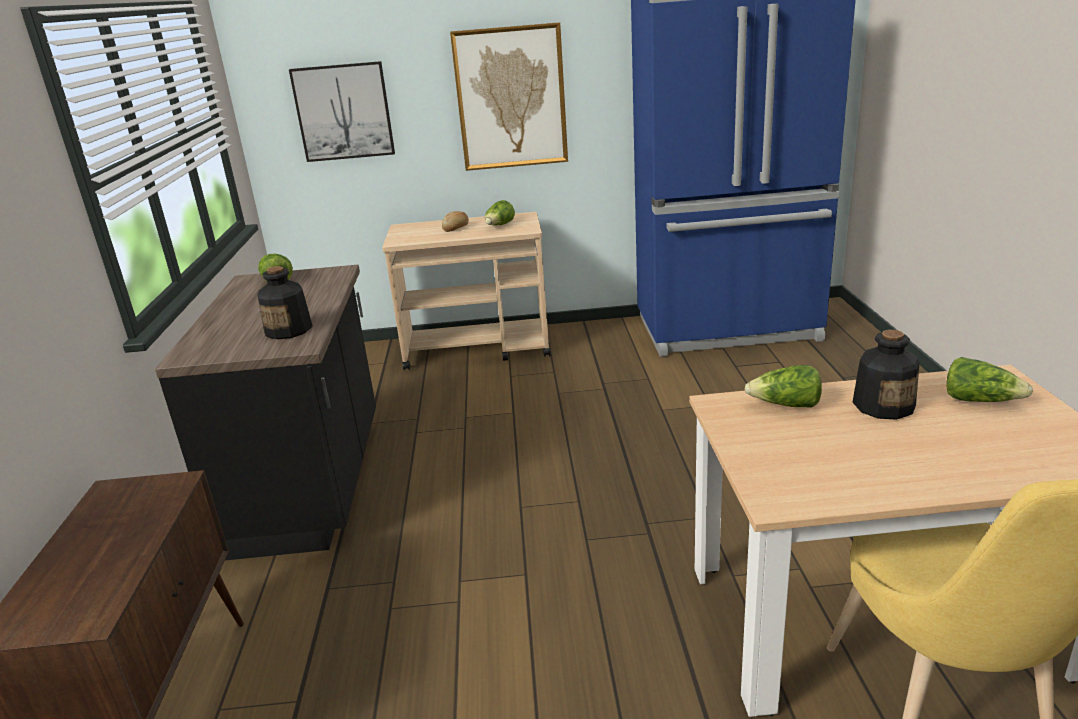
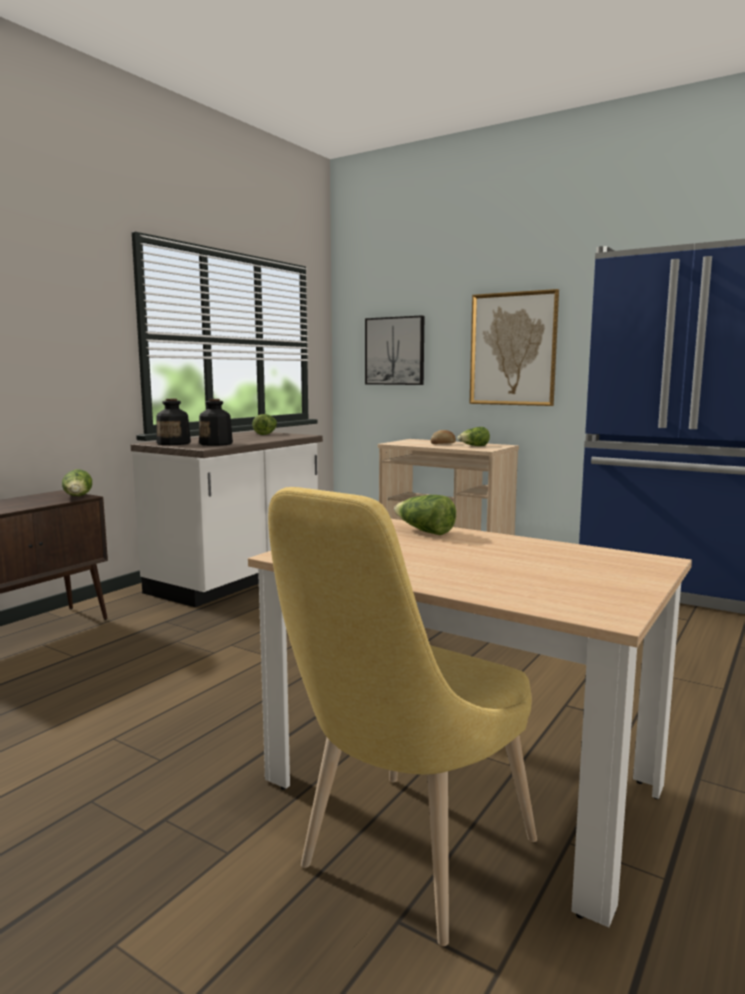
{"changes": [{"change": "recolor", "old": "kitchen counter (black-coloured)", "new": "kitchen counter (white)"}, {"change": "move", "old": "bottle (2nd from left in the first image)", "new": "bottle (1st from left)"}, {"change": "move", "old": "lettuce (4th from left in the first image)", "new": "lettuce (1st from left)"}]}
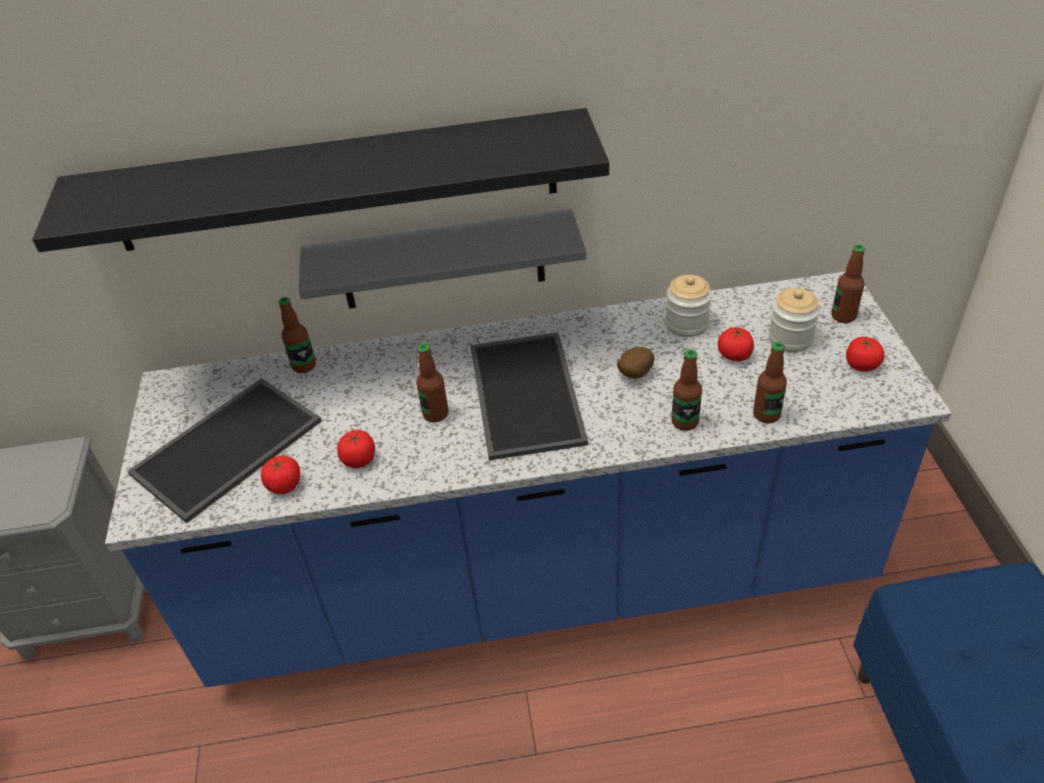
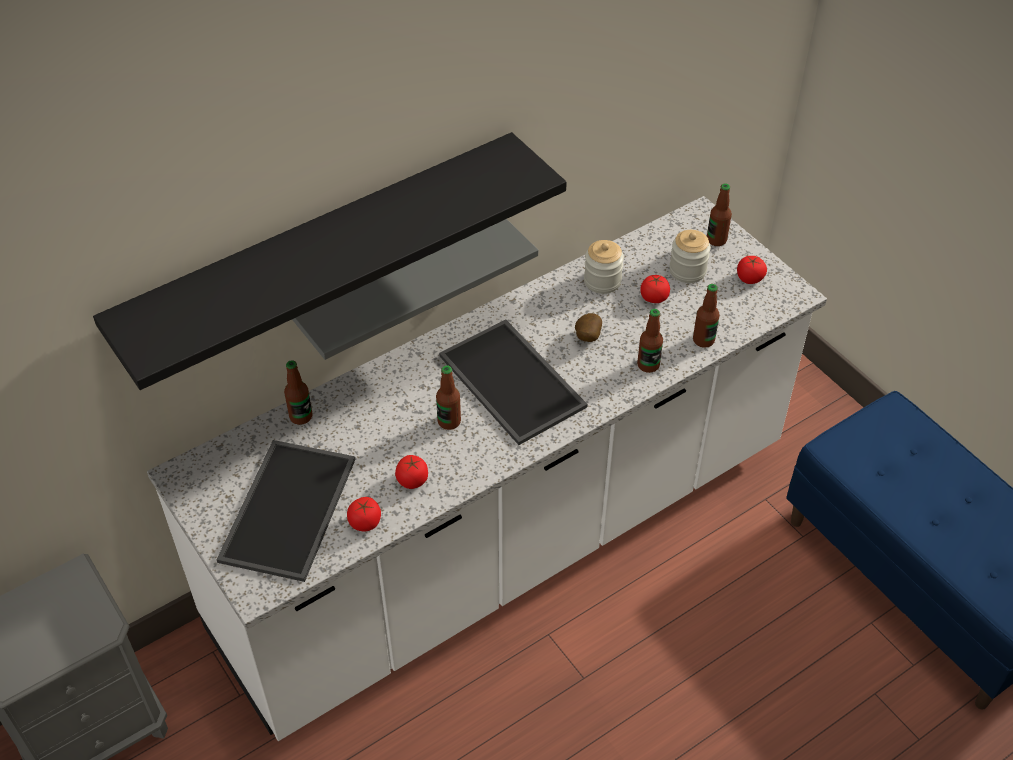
{"changes": [{"change": "recolor", "old": "kitchen counter (blue)", "new": "kitchen counter (white)"}]}
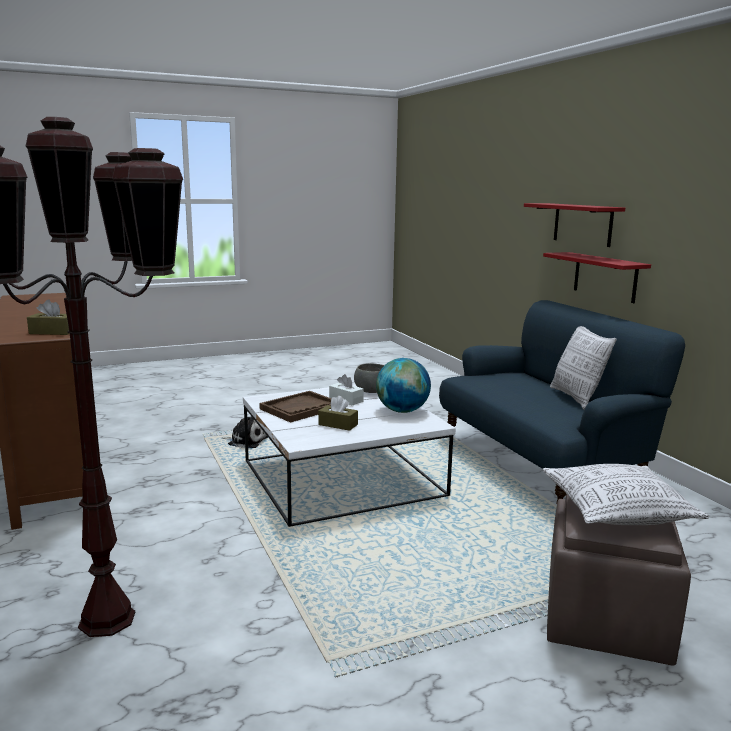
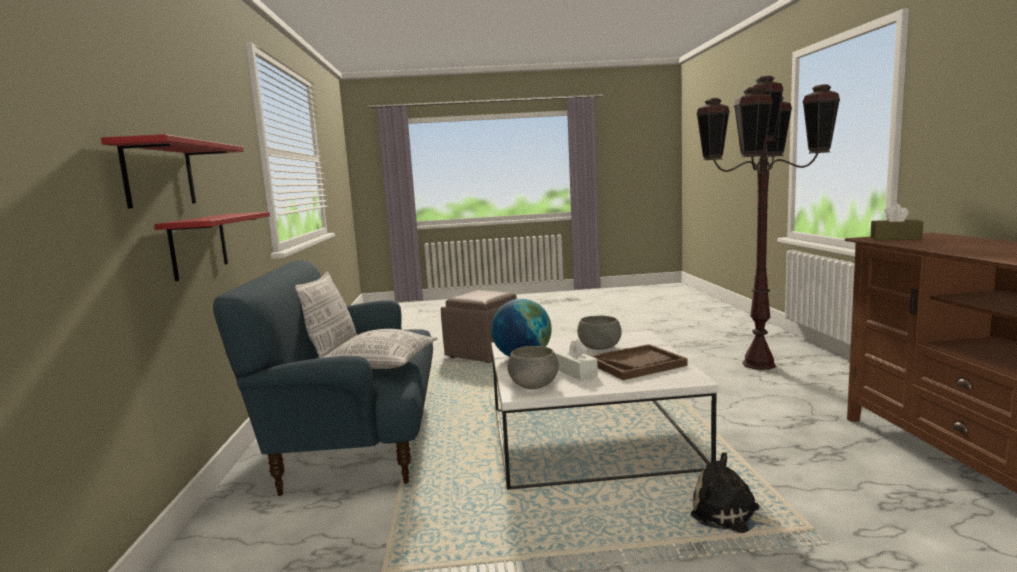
{"changes": [{"change": "replace", "old": "tissue holder (brown-coloured) (2nd from left)", "new": "deep dish (gray) (2nd from left)"}, {"change": "move", "old": "cushion (2nd from left)"}]}
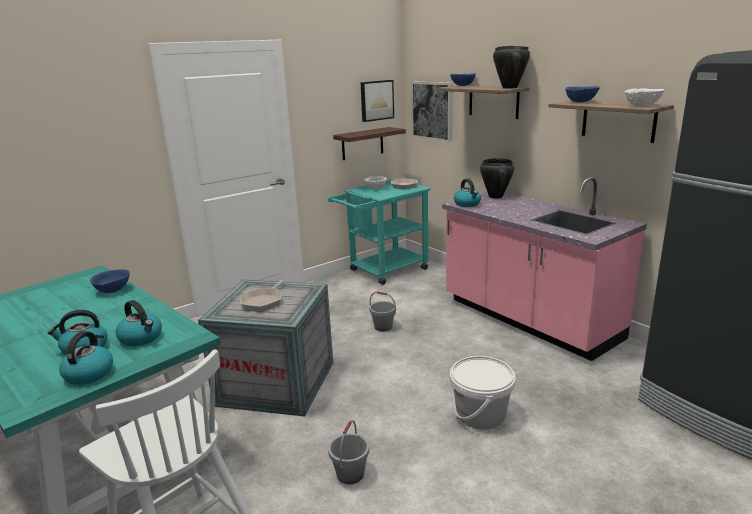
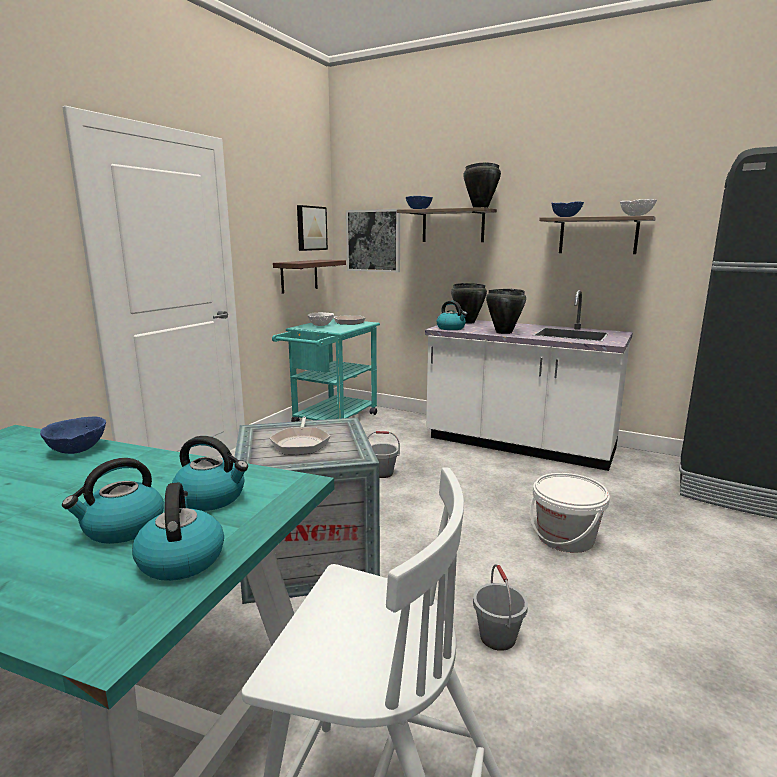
{"changes": [{"change": "recolor", "old": "kitchen counter (pink)", "new": "kitchen counter (white)"}, {"change": "insert", "new": "saucepot (black-coloured) (3rd from left)"}]}
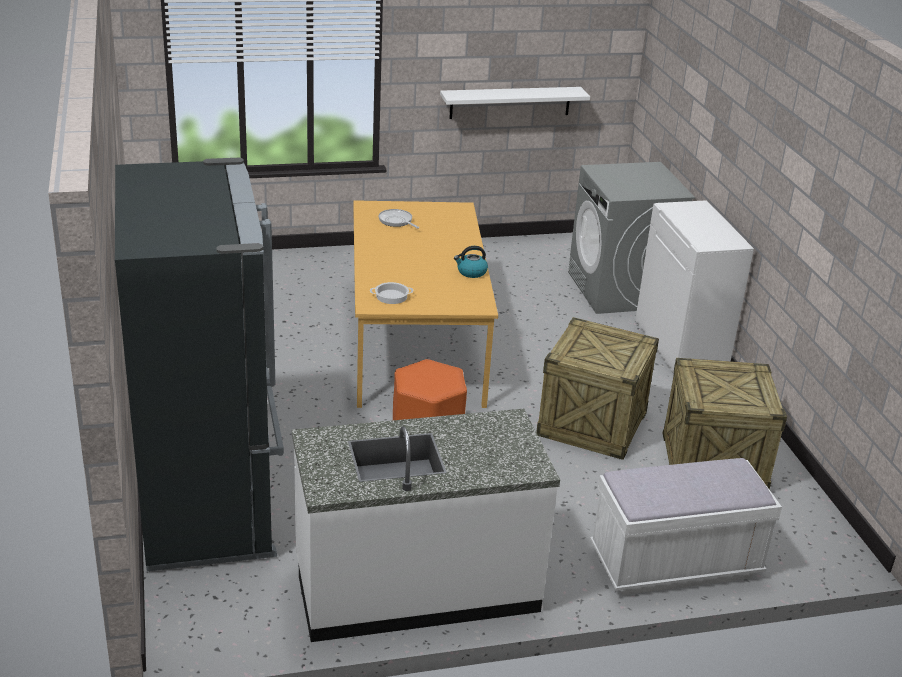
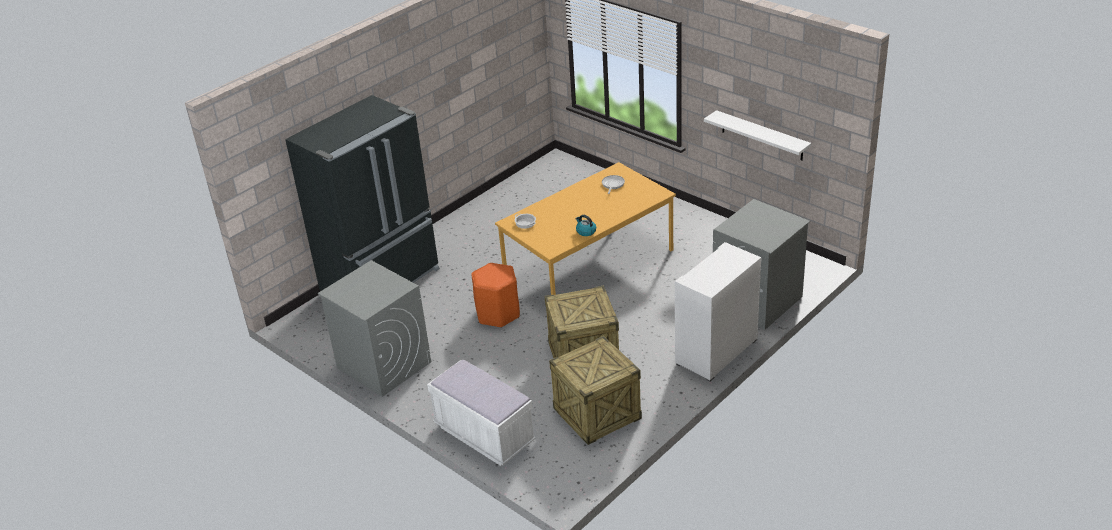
{"changes": [{"change": "replace", "old": "kitchen counter (white)", "new": "laundry appliance (gray) (1st from left)"}]}
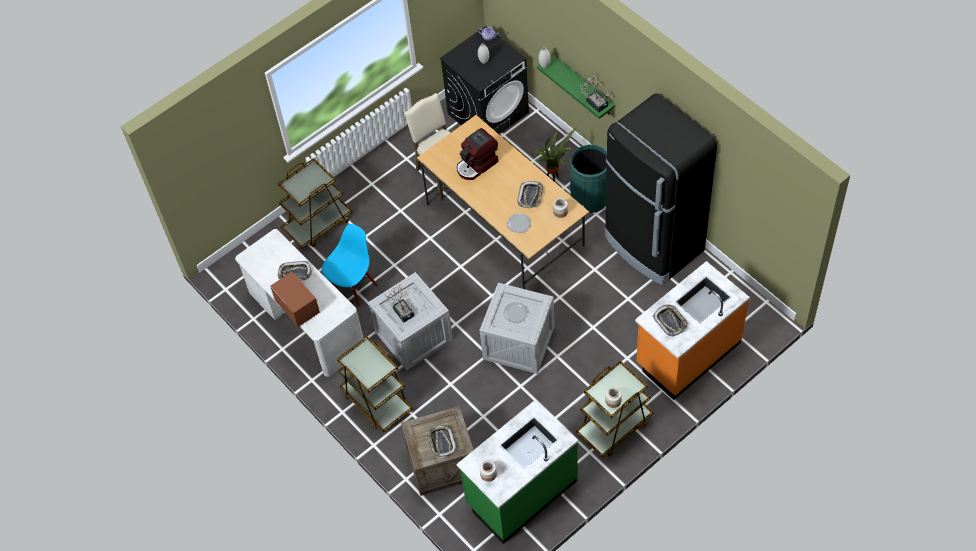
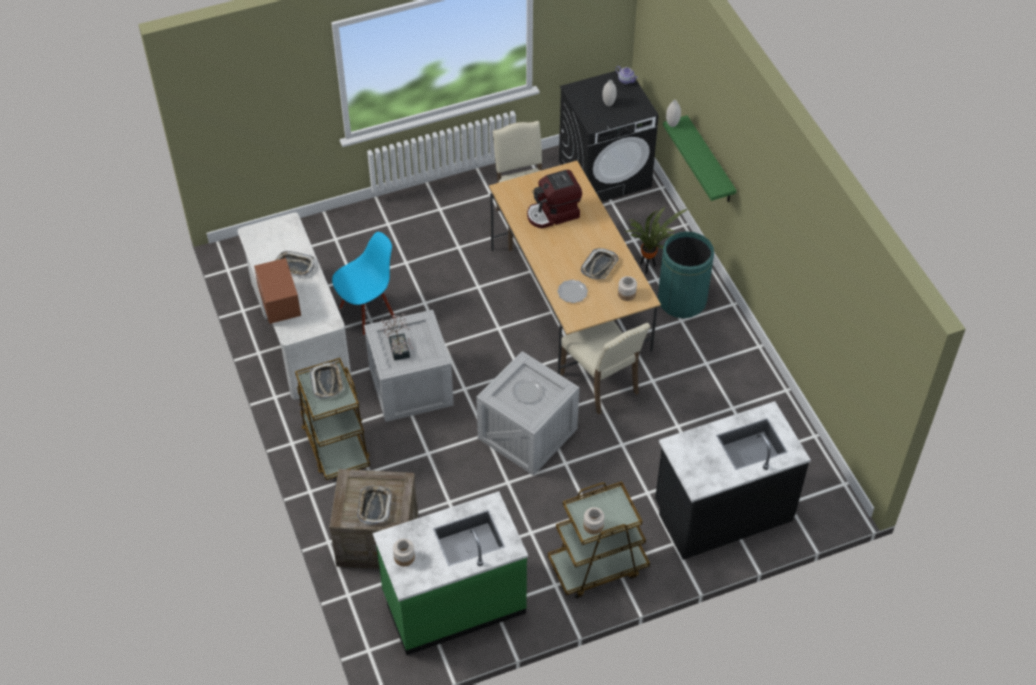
{"changes": [{"change": "delete", "old": "trolley (brown-coloured) (1st from left)"}, {"change": "delete", "old": "houseplant (3rd from left)"}, {"change": "delete", "old": "fridge (black-coloured)"}, {"change": "recolor", "old": "kitchen counter (orange-coloured)", "new": "kitchen counter (black-coloured)"}, {"change": "move", "old": "tray (4th from left in the first image)", "new": "tray (2nd from left)"}, {"change": "insert", "new": "plain chair (beige) (2nd from left)"}]}
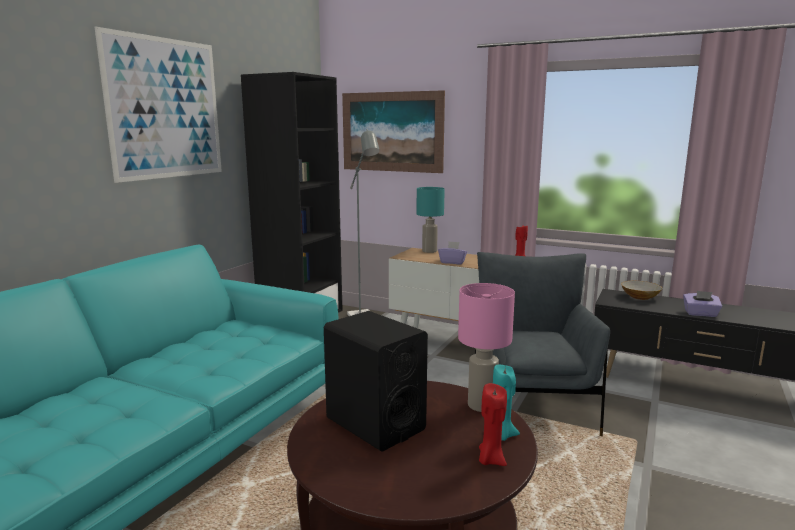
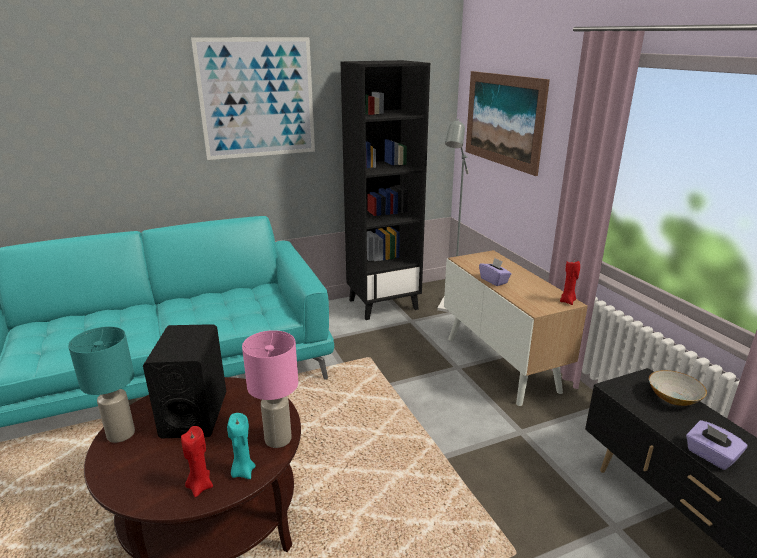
{"changes": [{"change": "move", "old": "tabletop lamp (blue-green)"}, {"change": "delete", "old": "easy chair (gray)"}]}
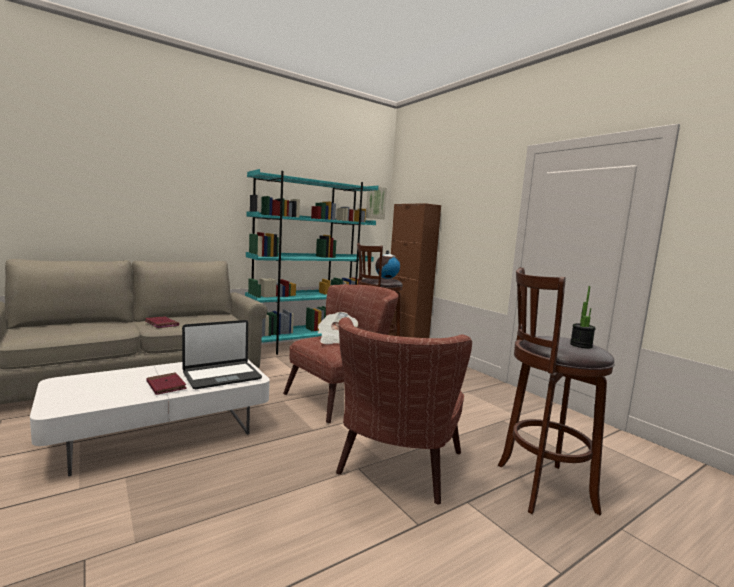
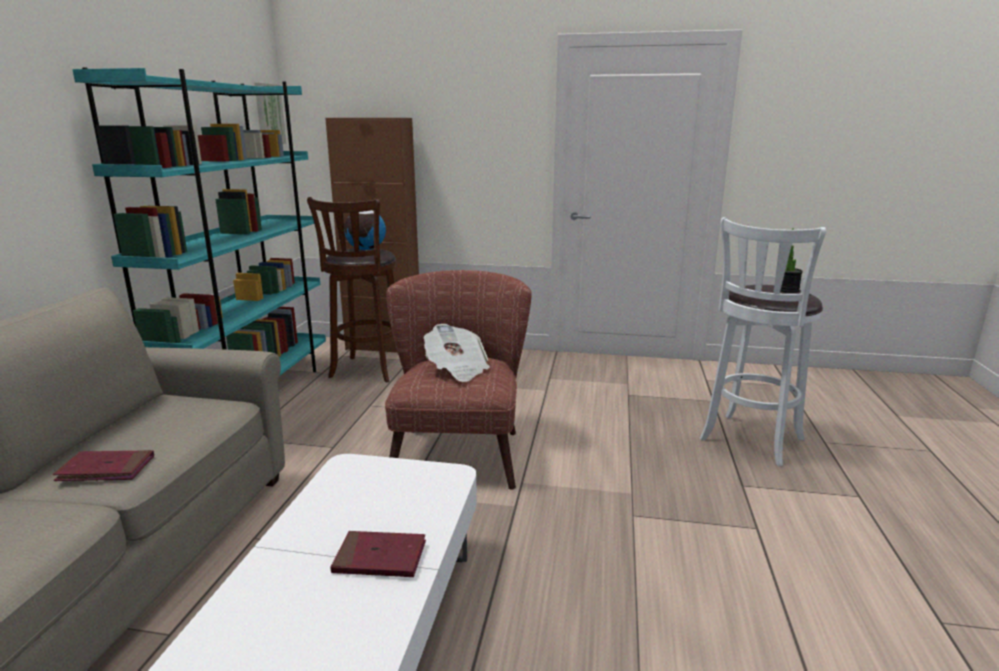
{"changes": [{"change": "delete", "old": "notebook computer"}, {"change": "delete", "old": "easy chair (brown-coloured) (2nd from left)"}, {"change": "recolor", "old": "stool (brown-coloured) (2nd from left)", "new": "stool (white)"}]}
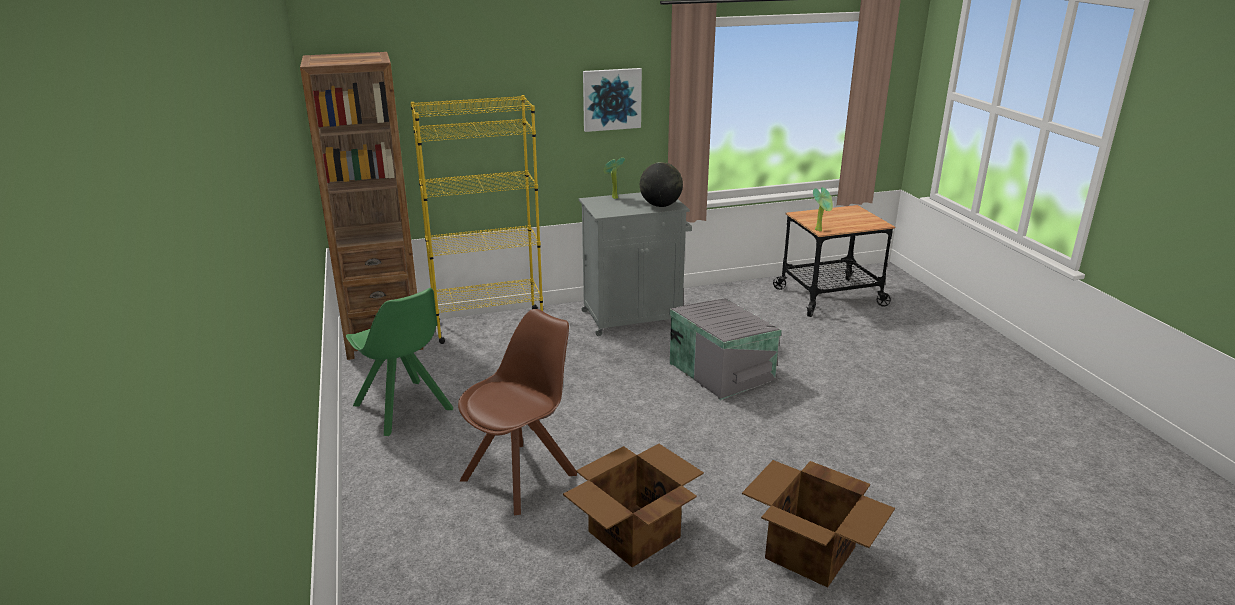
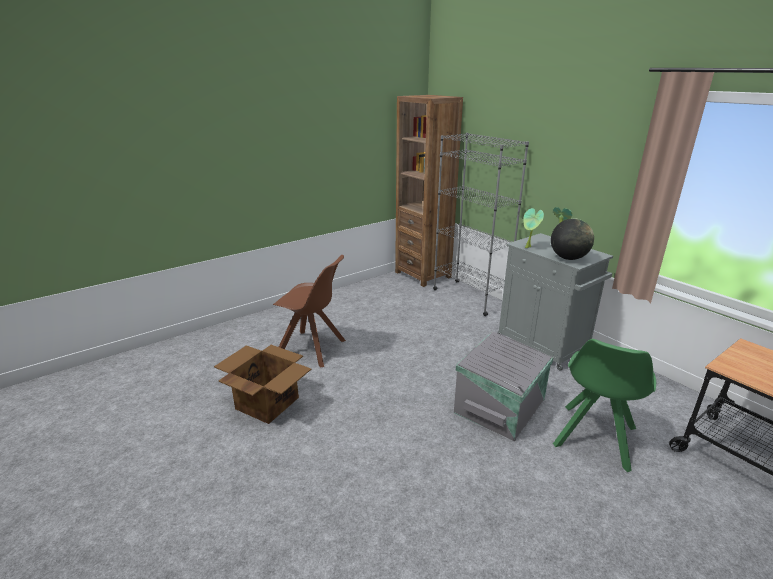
{"changes": [{"change": "move", "old": "plain chair (green)"}, {"change": "recolor", "old": "bookcase (yellowish)", "new": "bookcase (gray)"}, {"change": "delete", "old": "picture"}, {"change": "delete", "old": "cardboard box (2nd from left)"}, {"change": "move", "old": "houseplant (2nd from left in the first image)", "new": "houseplant (1st from left)"}]}
